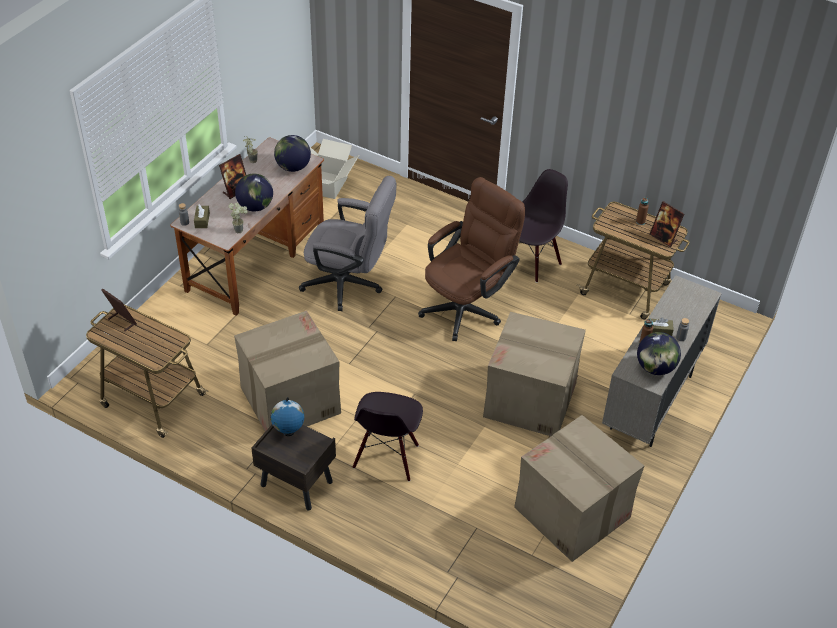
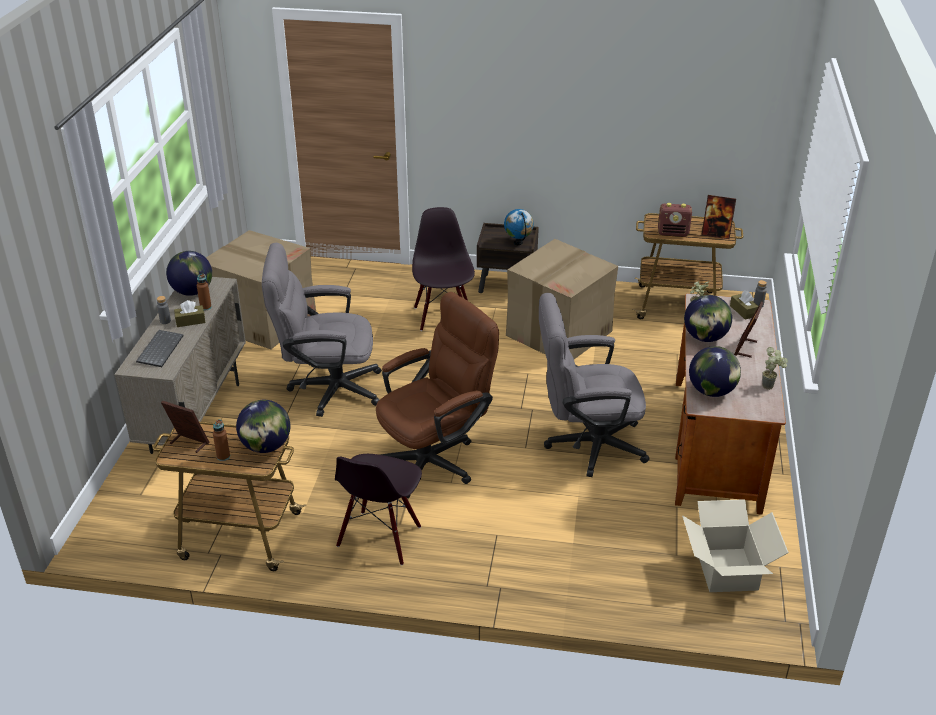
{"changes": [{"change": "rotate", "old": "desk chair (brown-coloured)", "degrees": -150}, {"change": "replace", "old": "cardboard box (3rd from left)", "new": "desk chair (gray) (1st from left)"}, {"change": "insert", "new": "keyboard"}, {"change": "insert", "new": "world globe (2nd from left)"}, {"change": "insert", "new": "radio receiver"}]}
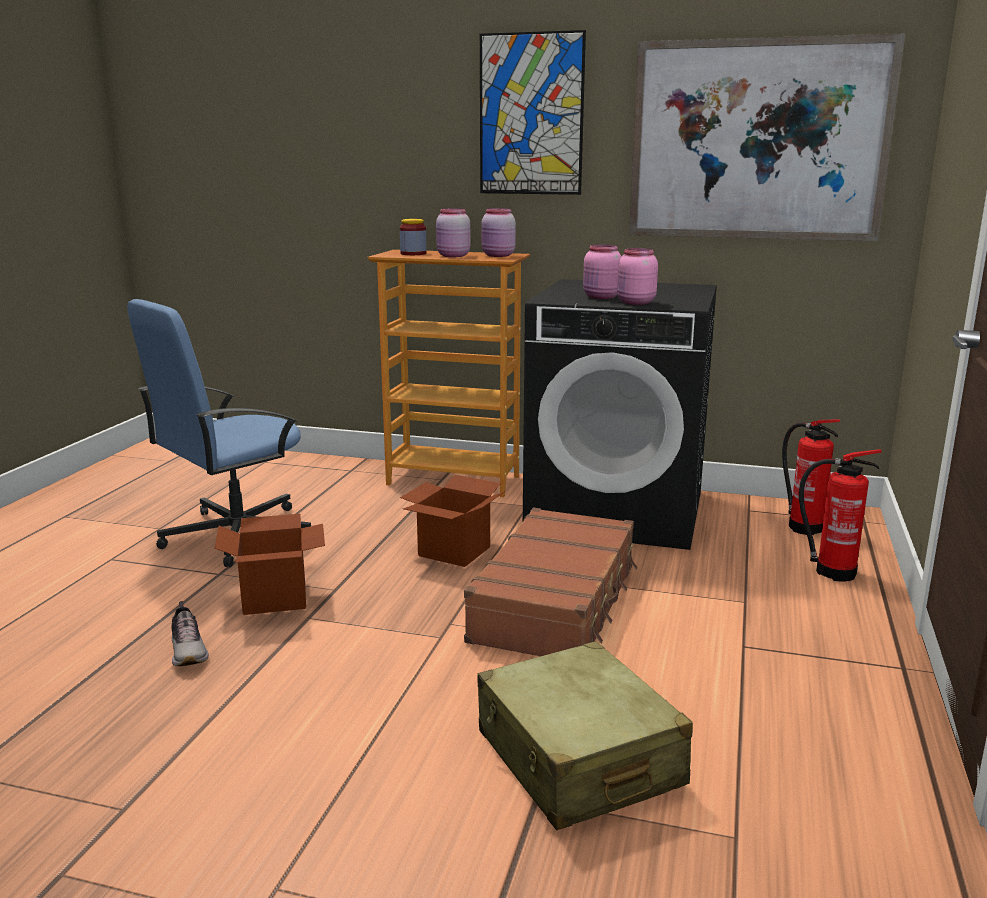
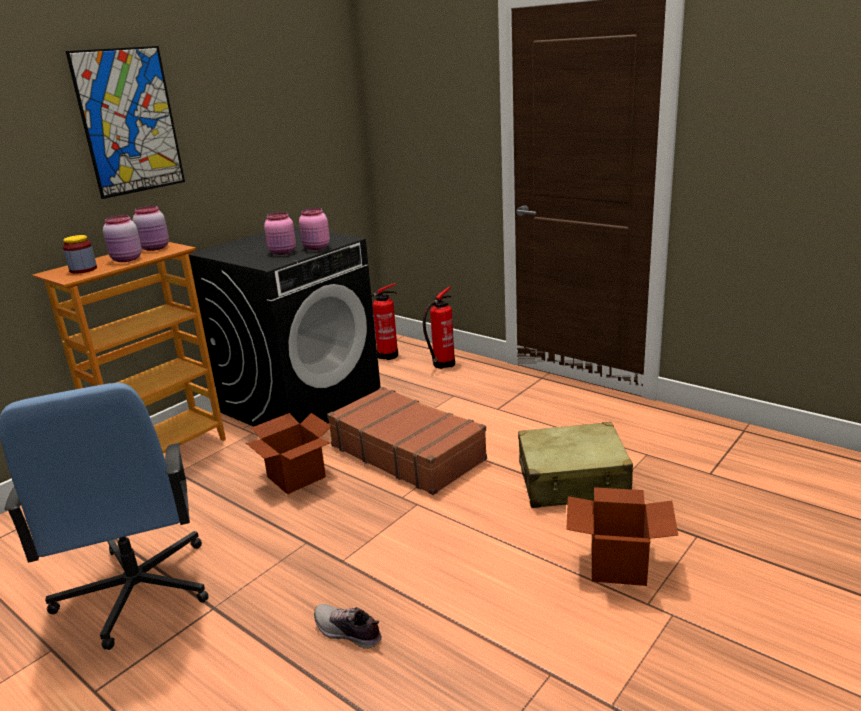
{"changes": [{"change": "rotate", "old": "low shoe", "degrees": -150}, {"change": "move", "old": "cardboard box (1st from left in the first image)", "new": "cardboard box (2nd from left)"}, {"change": "delete", "old": "picture (2nd from left)"}]}
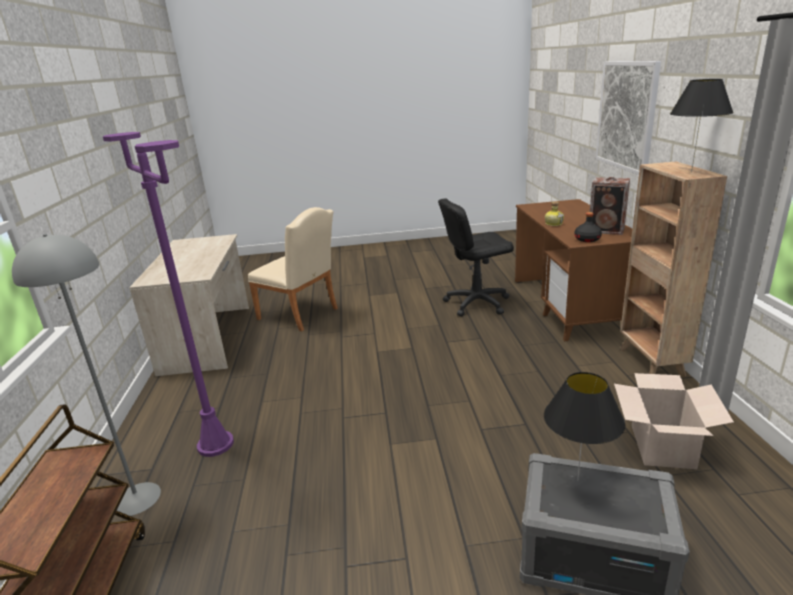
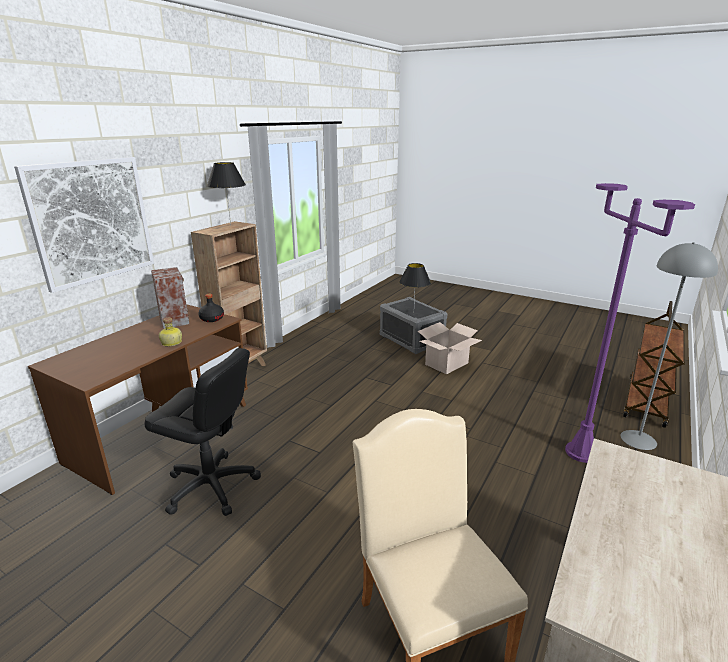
{"changes": [{"change": "move", "old": "cardboard box"}]}
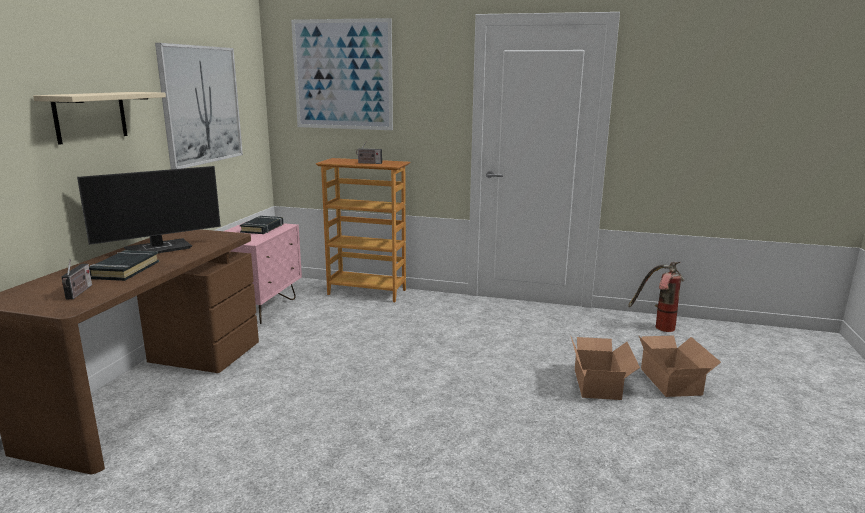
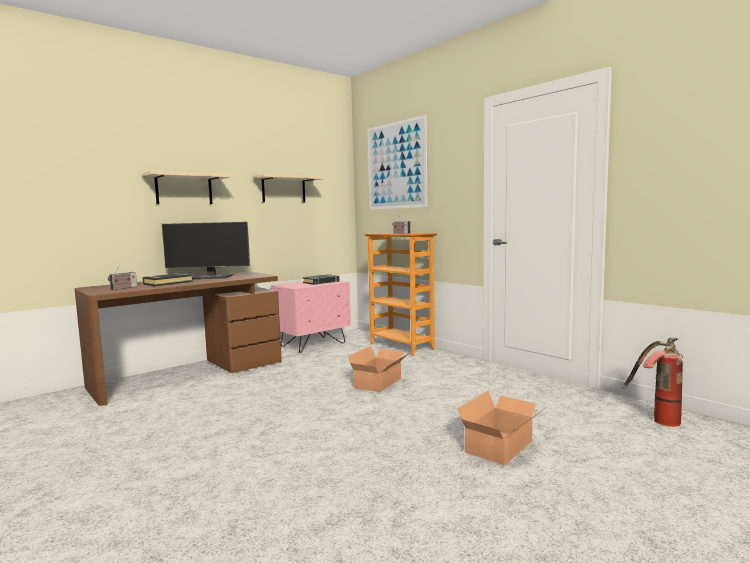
{"changes": [{"change": "replace", "old": "picture (1st from left)", "new": "bracket shelf (beige) (2nd from left)"}, {"change": "move", "old": "cardboard box (2nd from left in the first image)", "new": "cardboard box (1st from left)"}]}
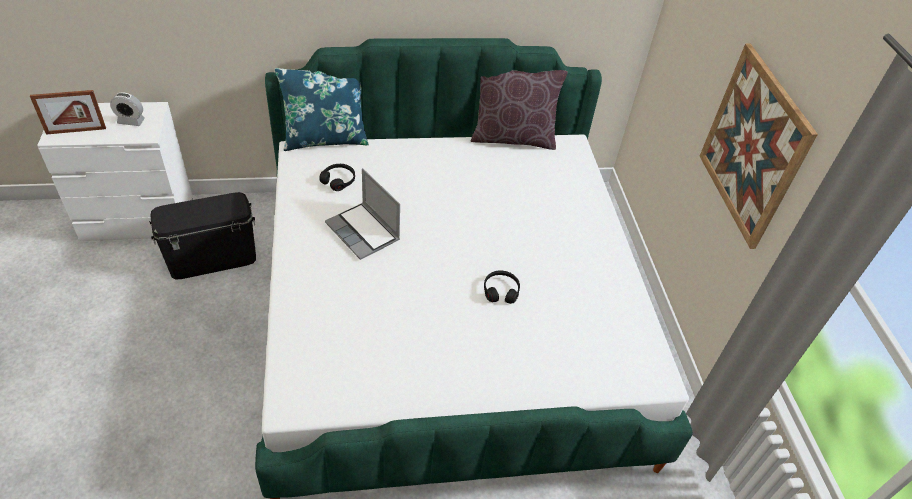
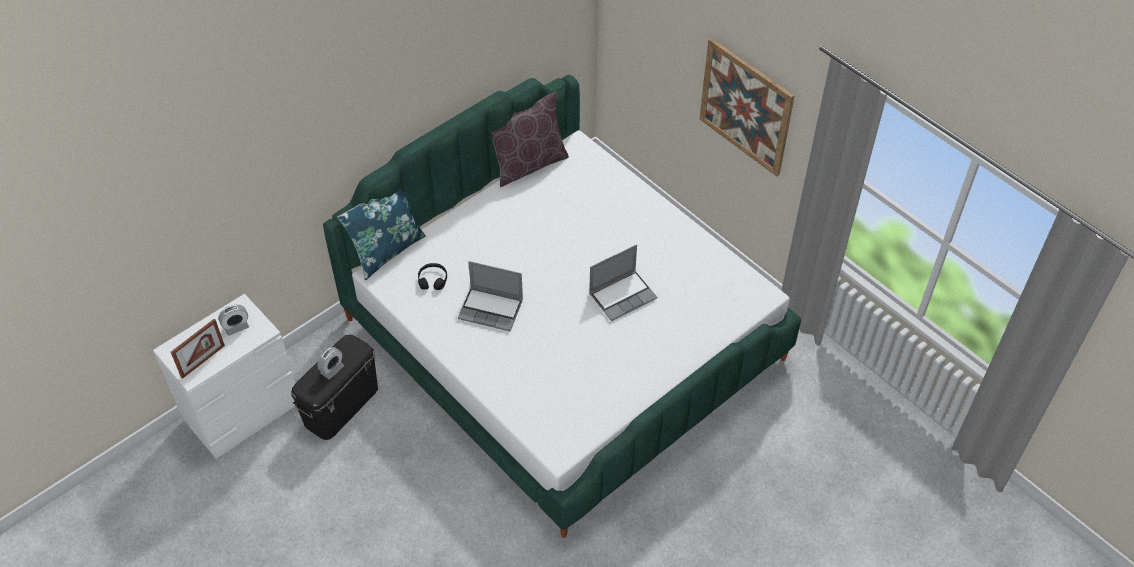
{"changes": [{"change": "replace", "old": "headset (black-coloured) (2nd from left)", "new": "notebook computer (2nd from left)"}, {"change": "insert", "new": "bedside clock (2nd from left)"}]}
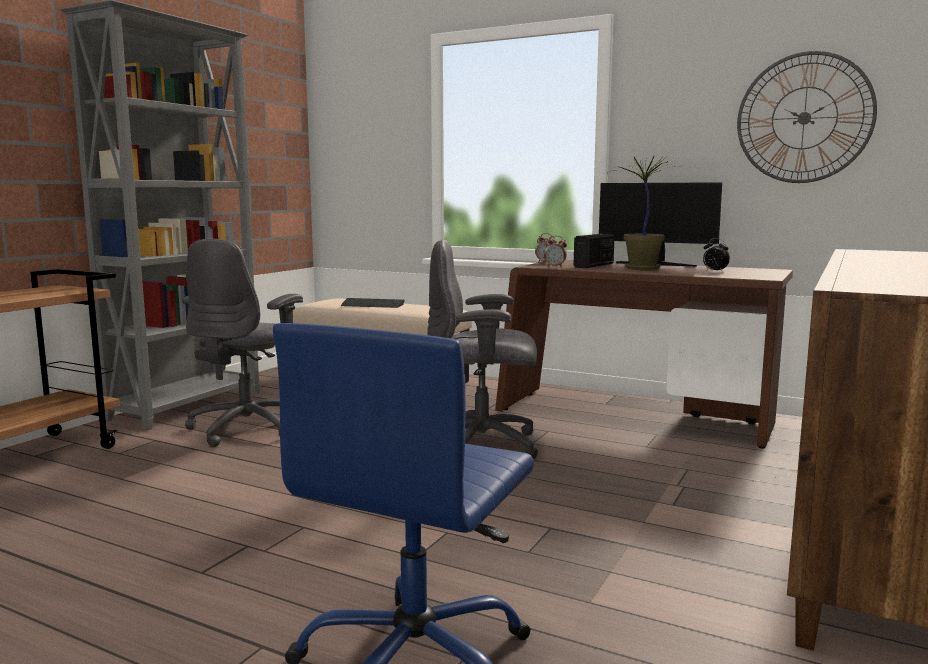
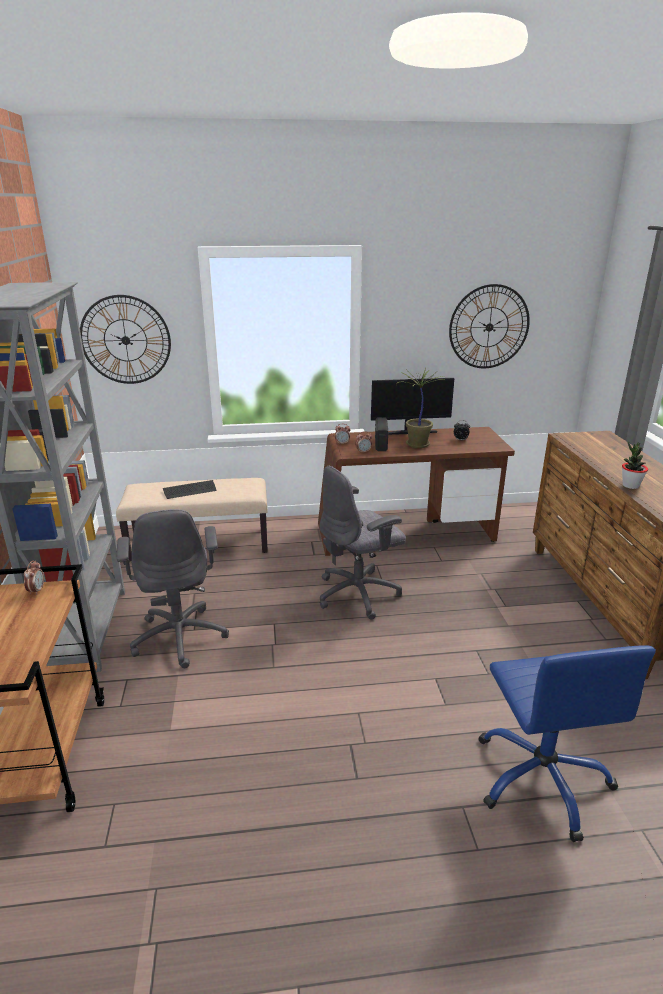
{"changes": [{"change": "insert", "new": "bedside clock (1st from left)"}, {"change": "insert", "new": "wall clock (1st from left)"}, {"change": "insert", "new": "houseplant (2nd from left)"}]}
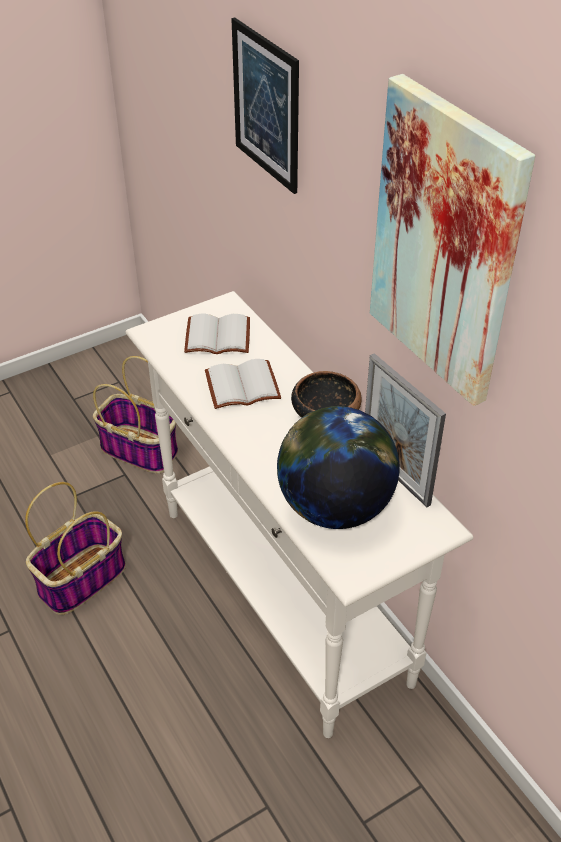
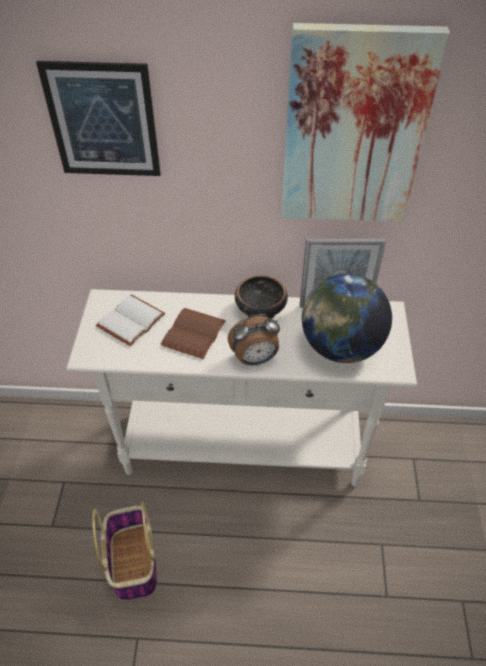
{"changes": [{"change": "delete", "old": "household basket (2nd from left)"}, {"change": "recolor", "old": "volume (white) (2nd from left)", "new": "volume (brown-coloured)"}, {"change": "insert", "new": "bedside clock"}]}
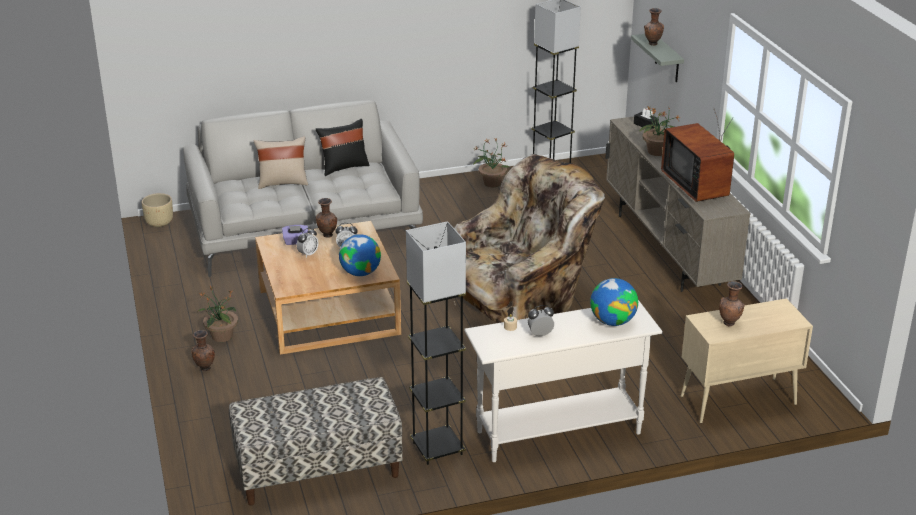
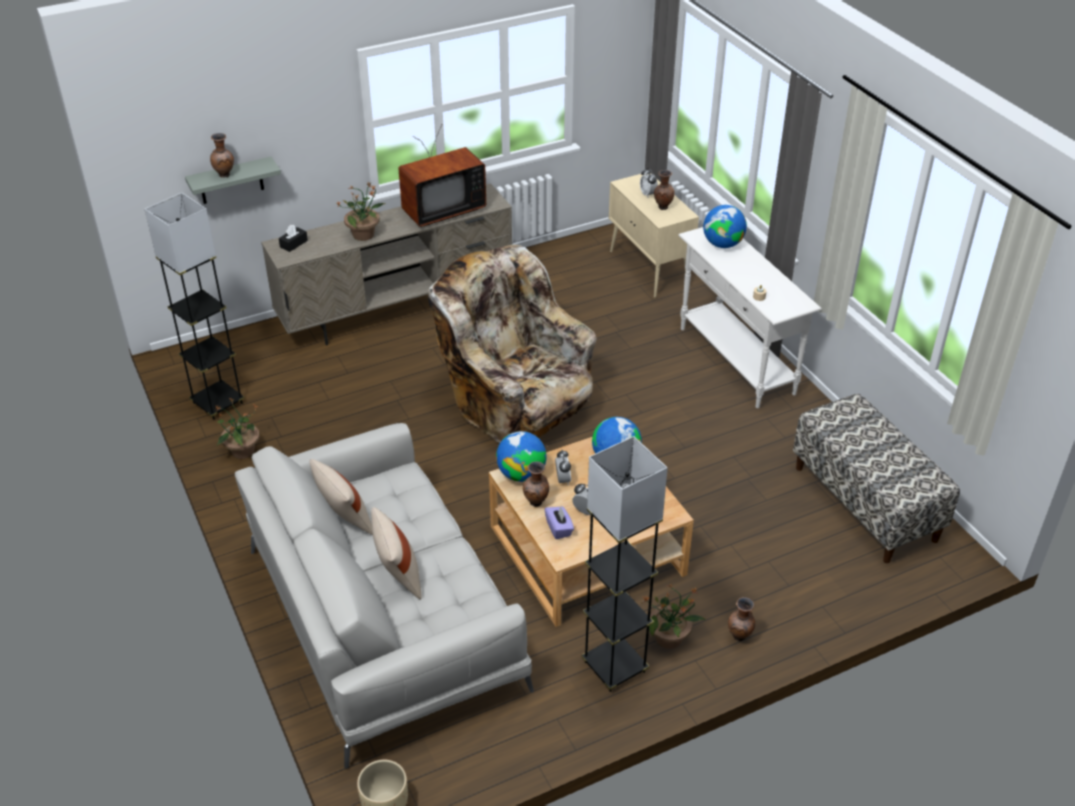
{"changes": [{"change": "recolor", "old": "cushion (black-coloured)", "new": "cushion (beige) (1st from left)"}, {"change": "move", "old": "floor lamp (black-coloured) (1st from left in the first image)", "new": "floor lamp (black-coloured) (2nd from left)"}, {"change": "move", "old": "bedside clock (3rd from left)"}, {"change": "insert", "new": "world globe (1st from left)"}]}
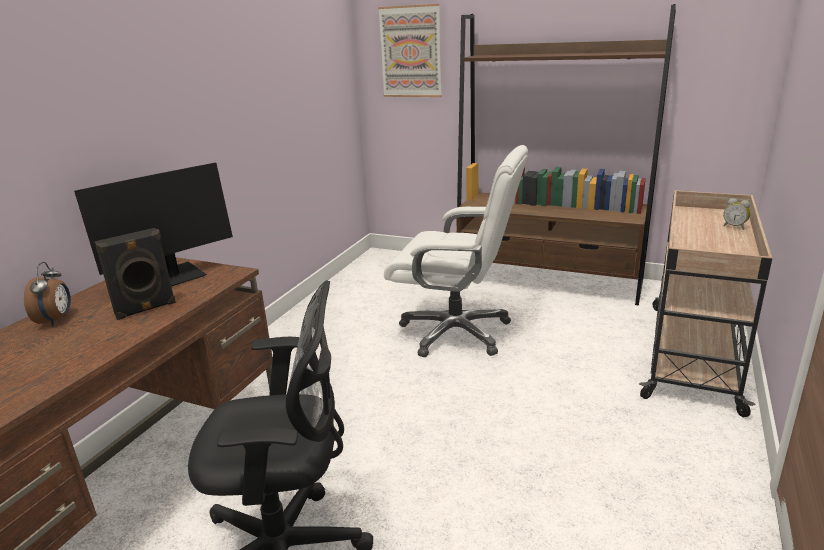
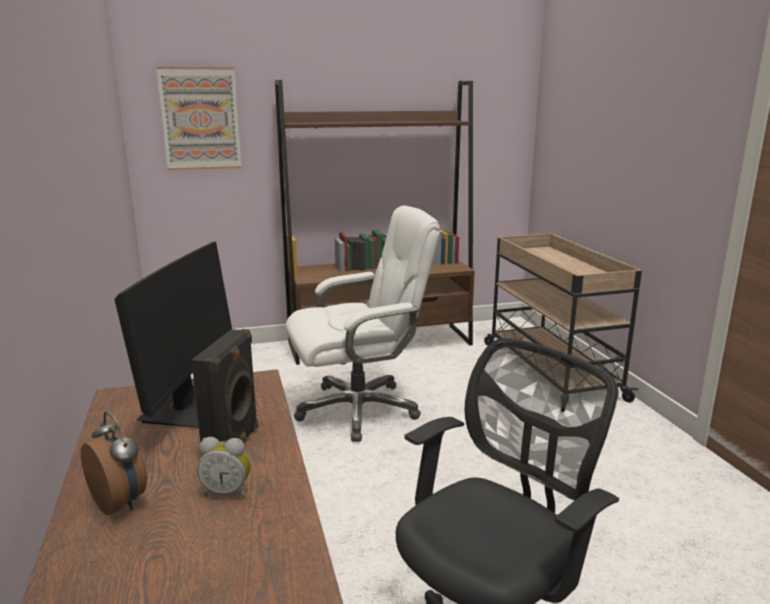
{"changes": [{"change": "move", "old": "bedside clock (2nd from left)"}]}
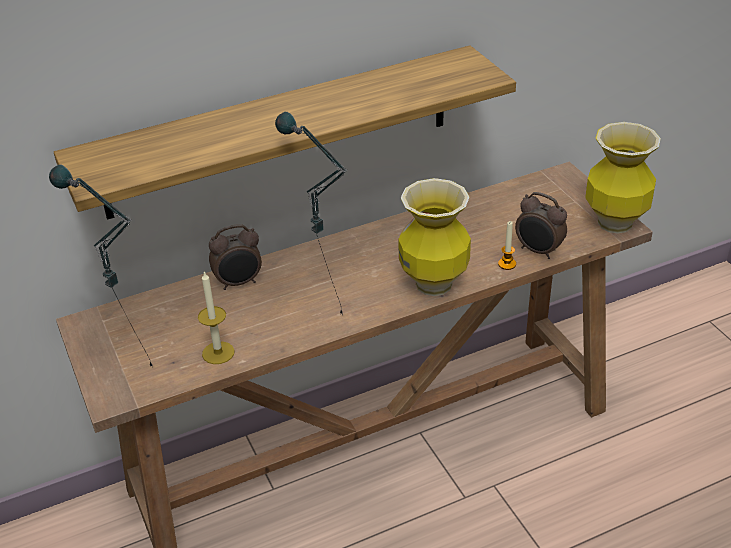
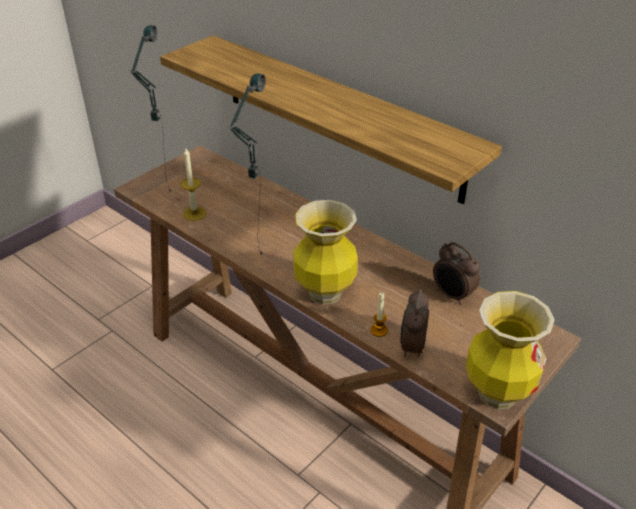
{"changes": [{"change": "move", "old": "bedside clock (1st from left in the first image)", "new": "bedside clock (2nd from left)"}]}
